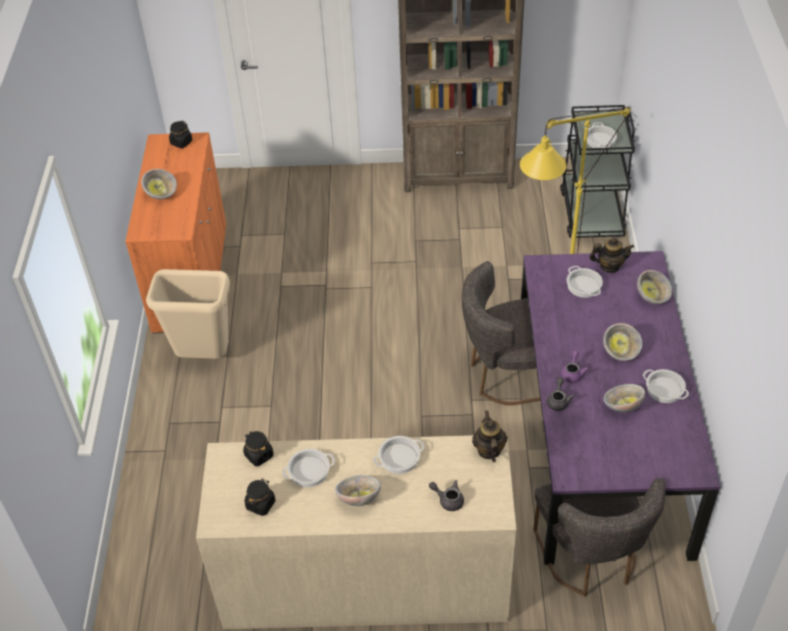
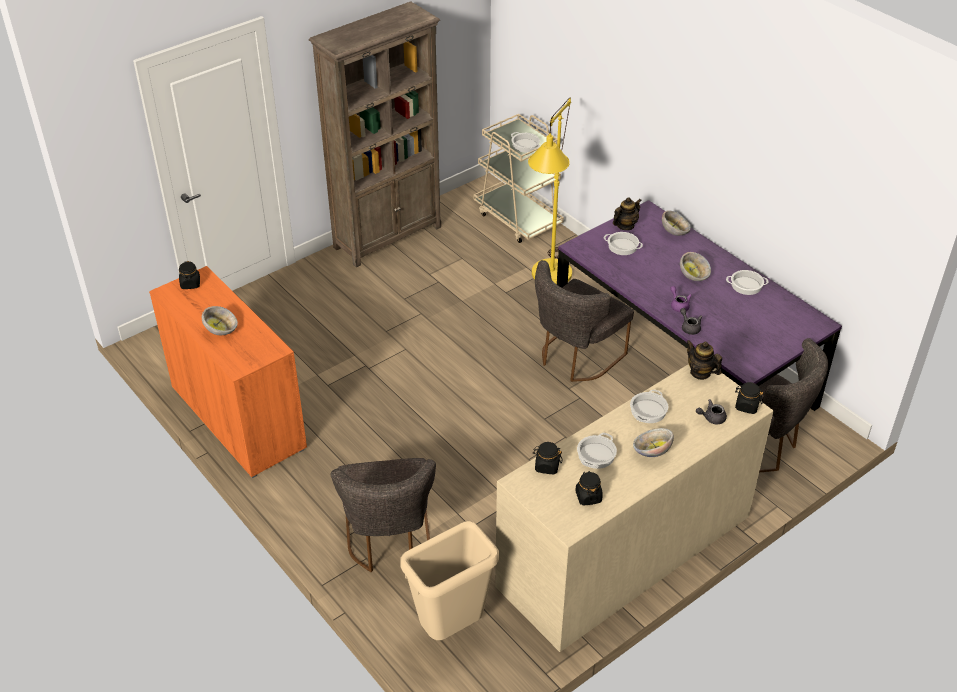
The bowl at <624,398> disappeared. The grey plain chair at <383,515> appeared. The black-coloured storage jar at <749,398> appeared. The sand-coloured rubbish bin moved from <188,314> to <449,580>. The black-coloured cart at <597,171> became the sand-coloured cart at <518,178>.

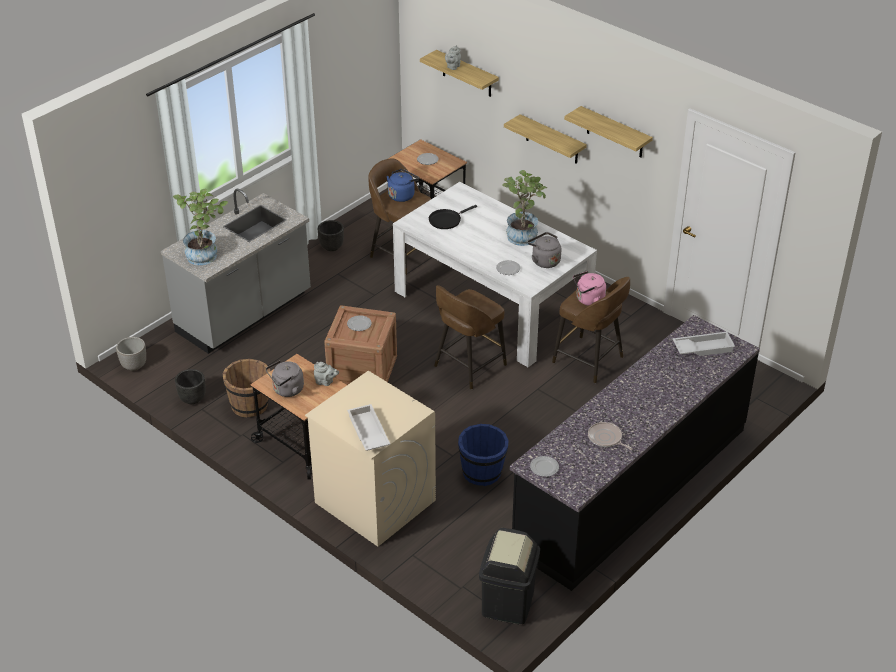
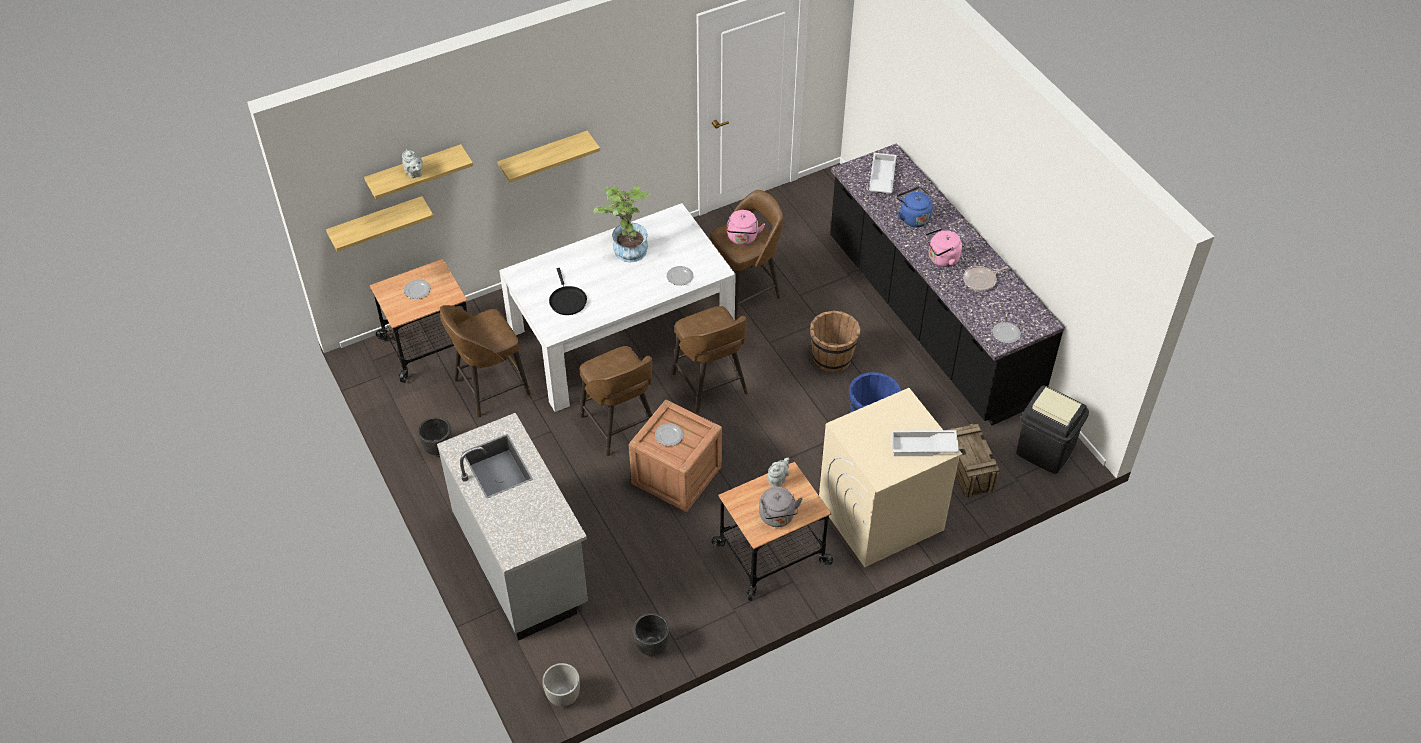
The plant in a pot at <200,227> disappeared. The grey tea kettle at <544,250> disappeared. The brown stool at <616,401> appeared. The pink tea kettle at <943,247> appeared. The crate at <974,461> appeared. The brown water bucket moved from <246,388> to <835,341>. The blue tea kettle moved from <402,185> to <914,207>. The wall shelf moved from <608,131> to <380,224>.

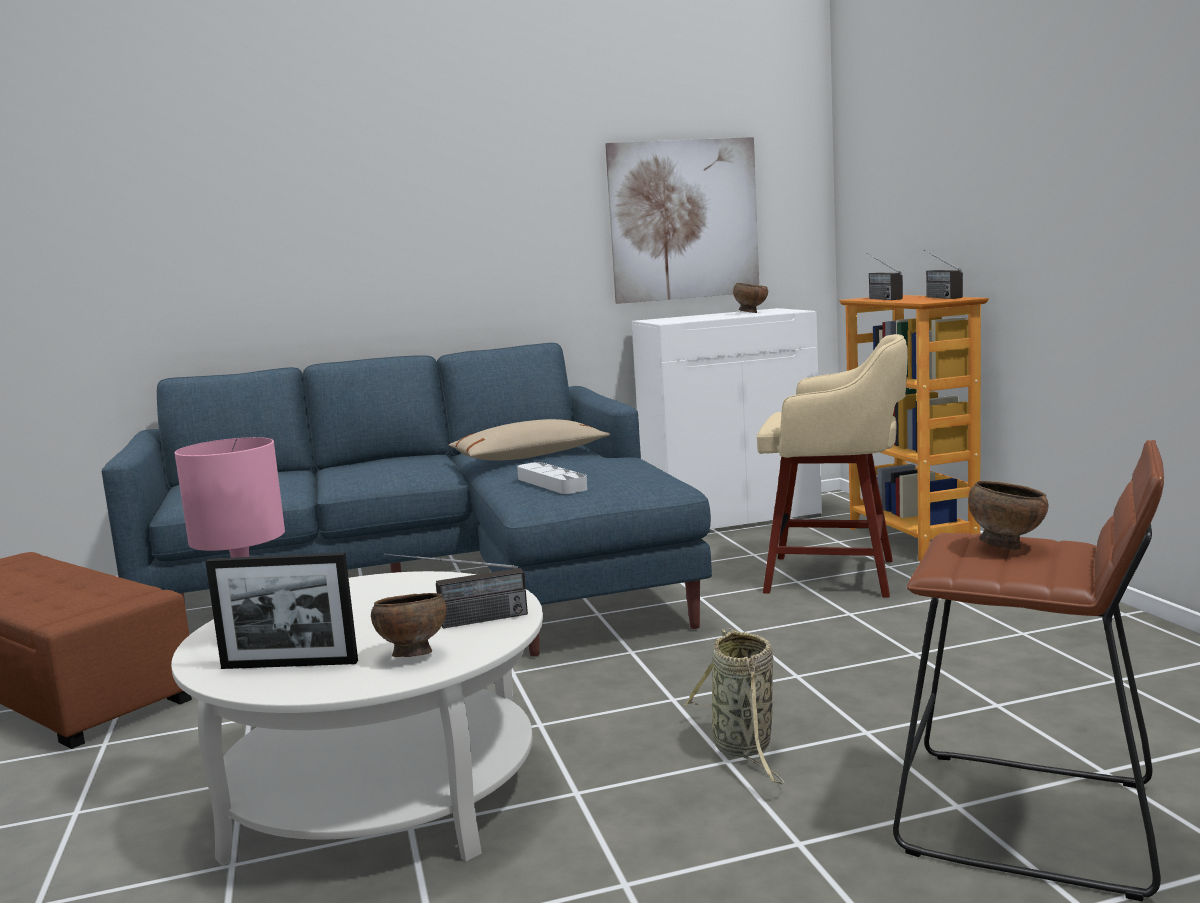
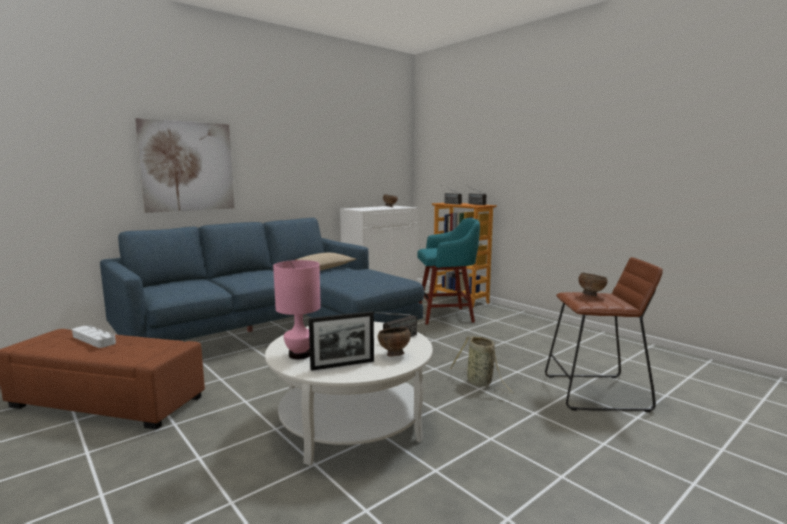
The grey serving tray moved from <552,478> to <94,336>. The wall picture moved from <682,220> to <184,165>. The sand-coloured stool at <832,466> became the turquoise stool at <448,271>.

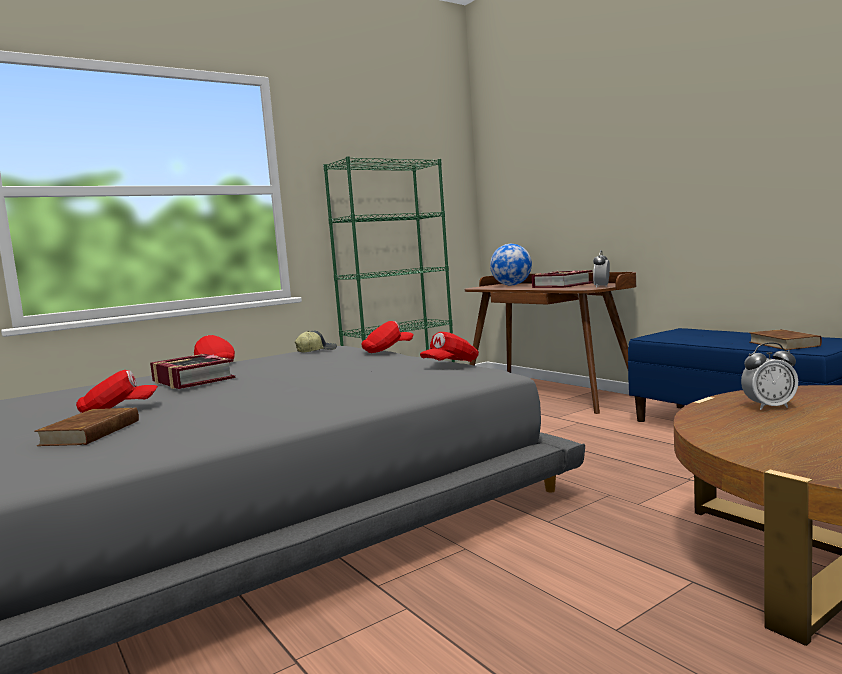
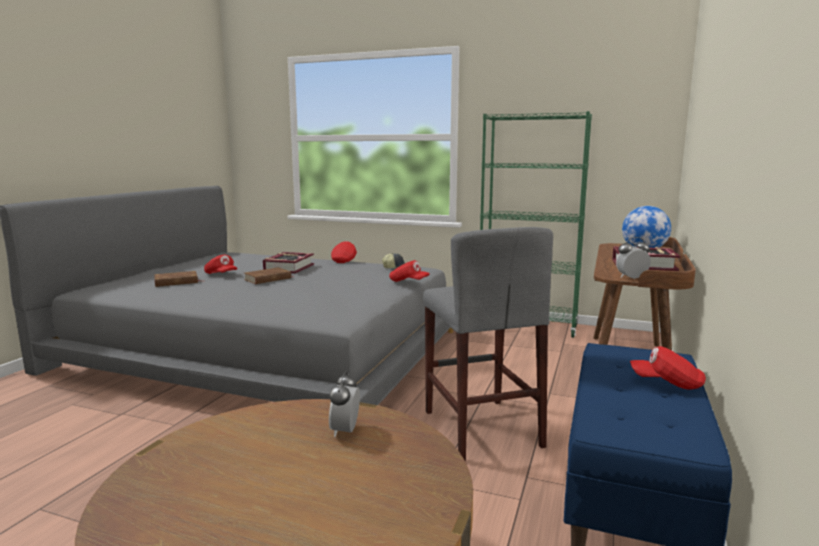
The grey stool at <488,344> appeared. The reddish baseball cap moved from <449,347> to <668,368>. The brown volume moved from <785,339> to <269,275>. The alarm clock at <769,376> turned 45 degrees clockwise.

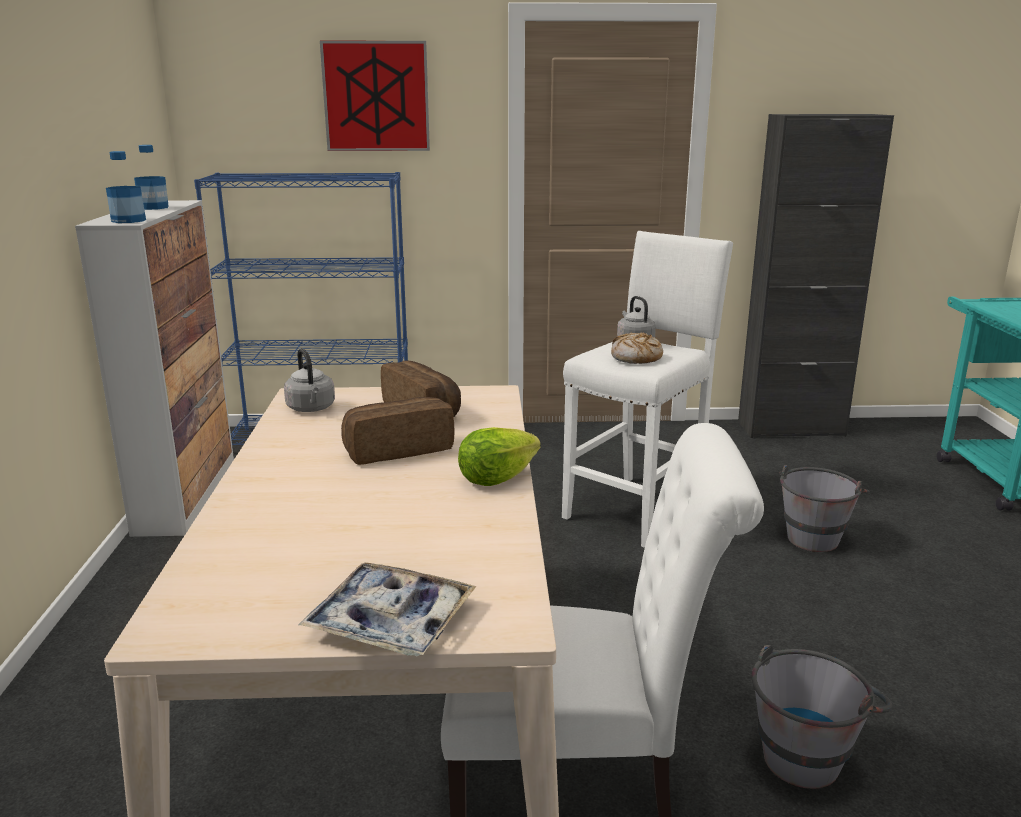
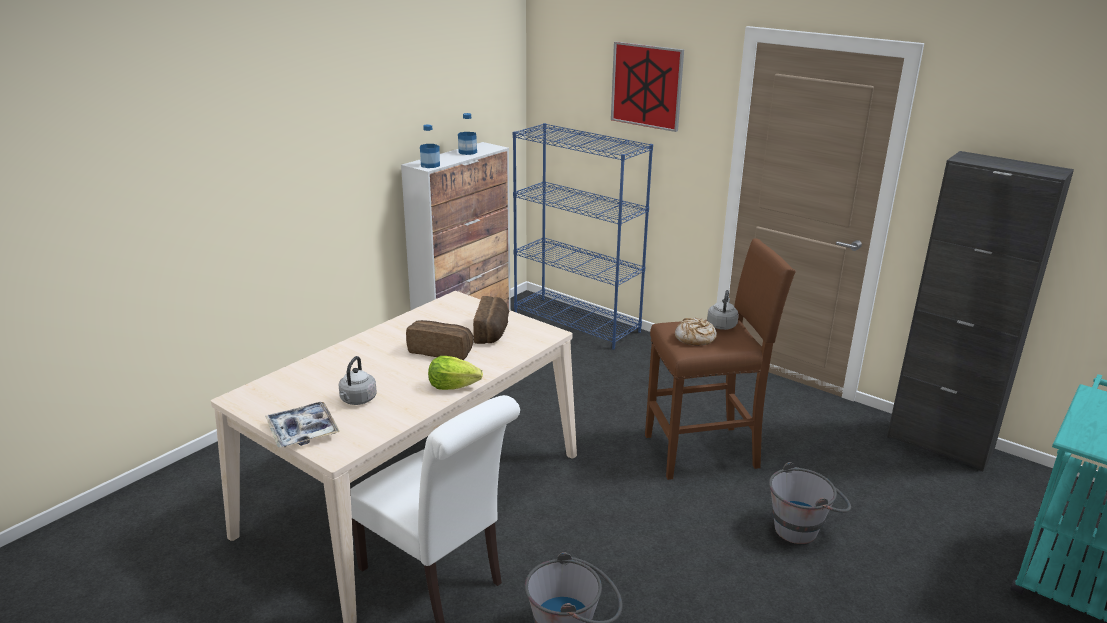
The grey tea kettle moved from <309,380> to <358,380>. The whitish stool at <647,389> became the brown stool at <720,359>.

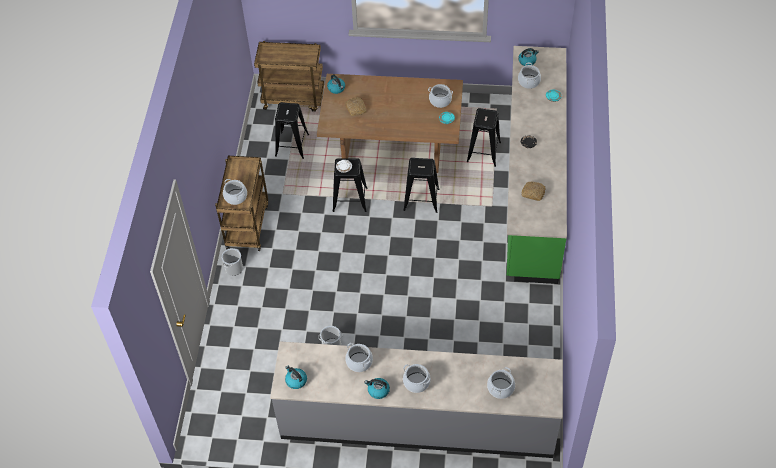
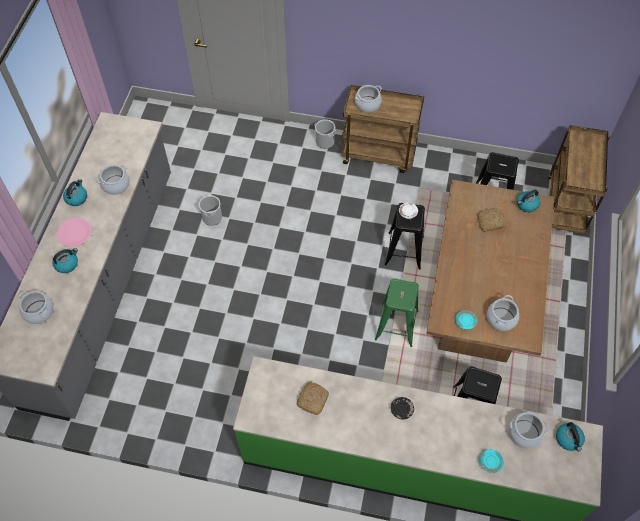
The tea kettle moved from <296,377> to <65,260>. The stockpot at <417,378> was replaced by the pink plate at <74,232>. The black-coloured stool at <421,185> became the green stool at <397,312>.

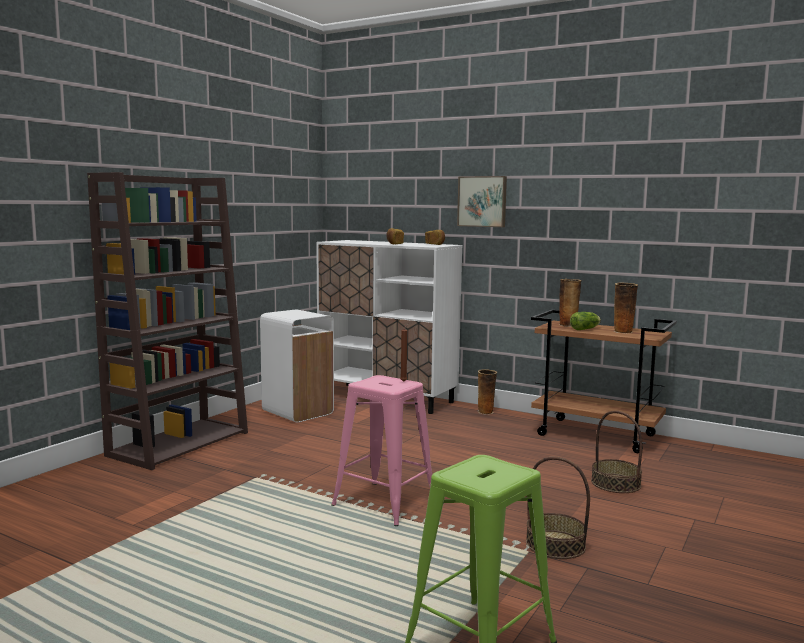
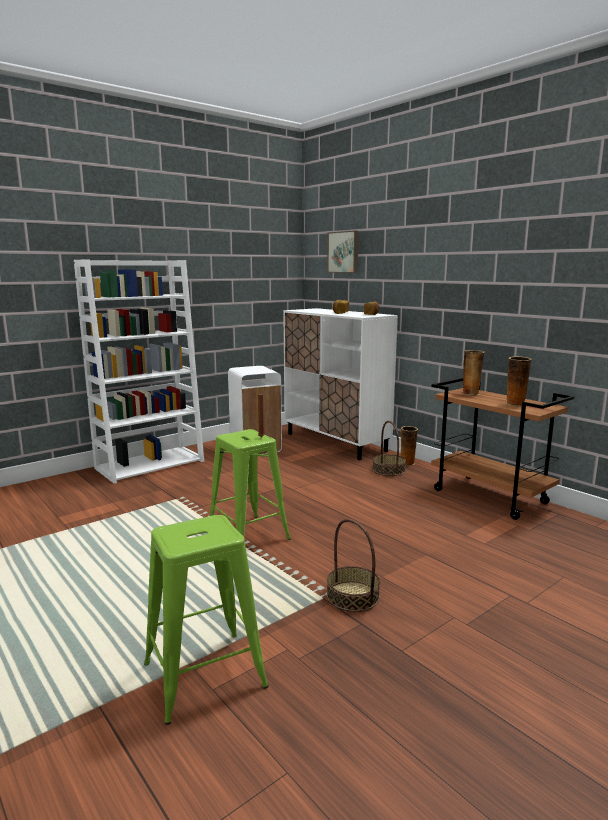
The head of lettuce at <585,321> disappeared. The wall picture moved from <482,201> to <342,252>. The storage basket moved from <616,452> to <389,448>. The brown bookcase at <167,321> became the whitish bookcase at <139,371>. The pink stool at <381,450> became the green stool at <250,484>.

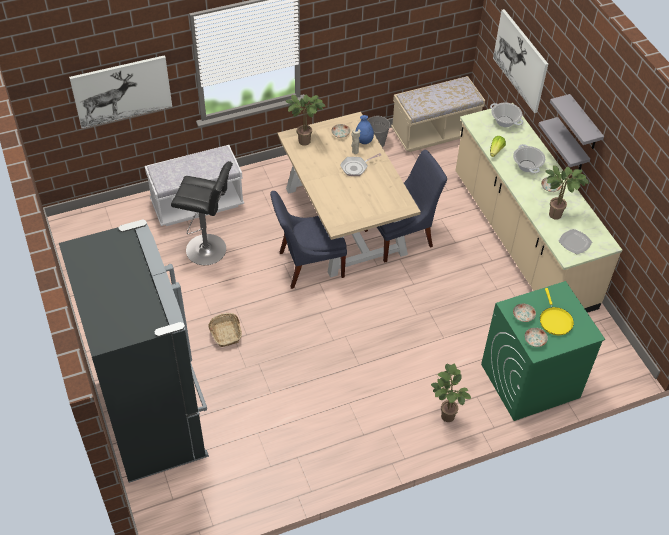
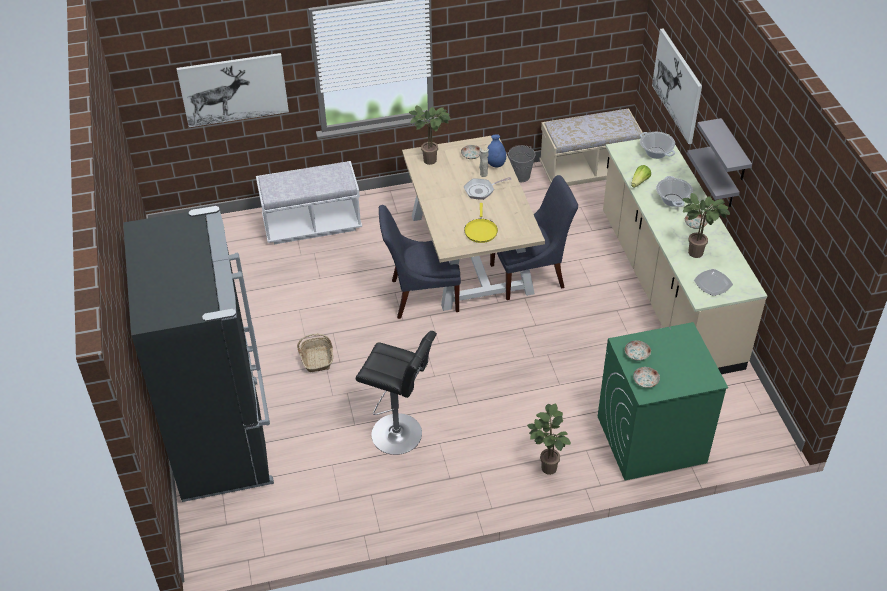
The black-coloured stool moved from <202,213> to <396,393>. The yellow skillet moved from <557,311> to <481,223>.

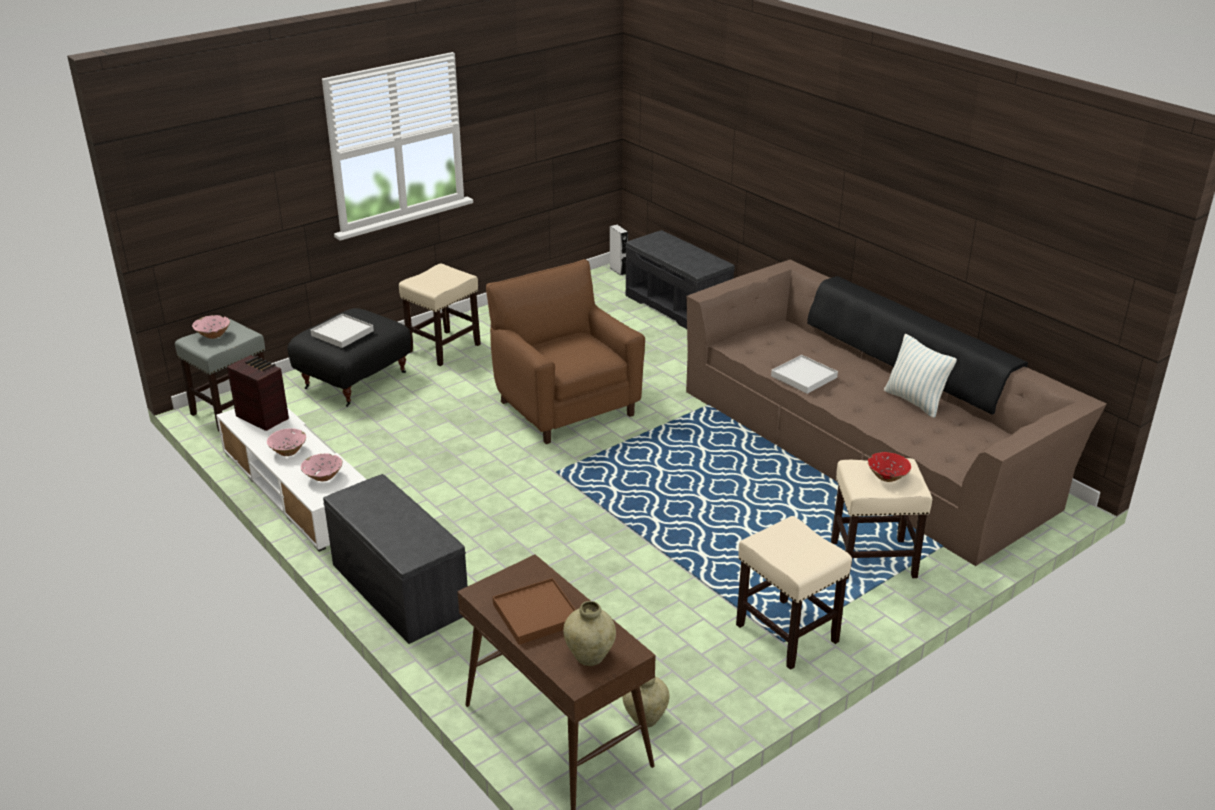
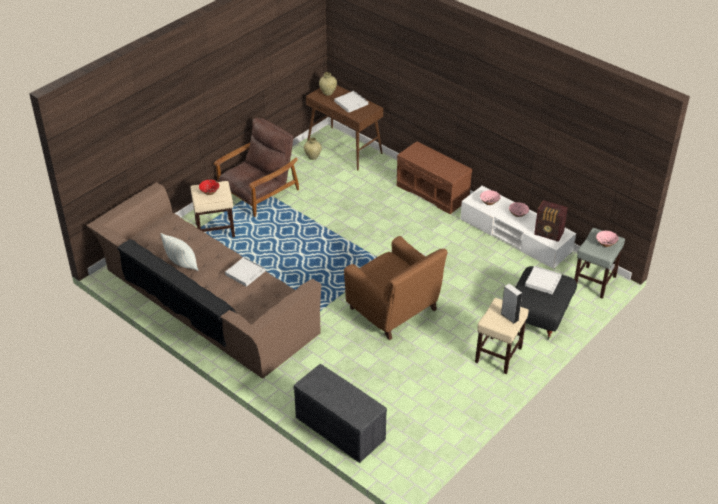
The grey speaker moved from <618,250> to <511,303>. The sand-coloured stool at <794,593> was replaced by the brown easy chair at <256,167>. The grey bench at <395,559> became the brown bench at <434,178>. The brown serving tray at <534,611> became the whitish serving tray at <351,102>.

